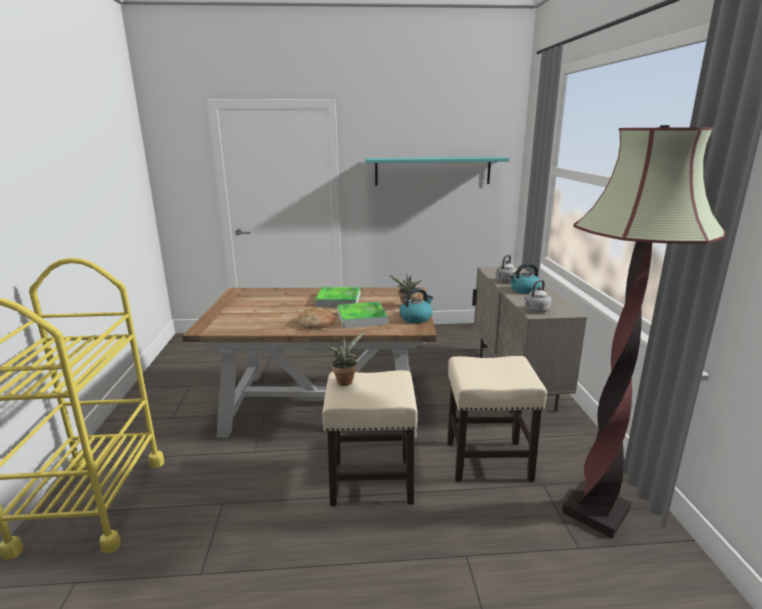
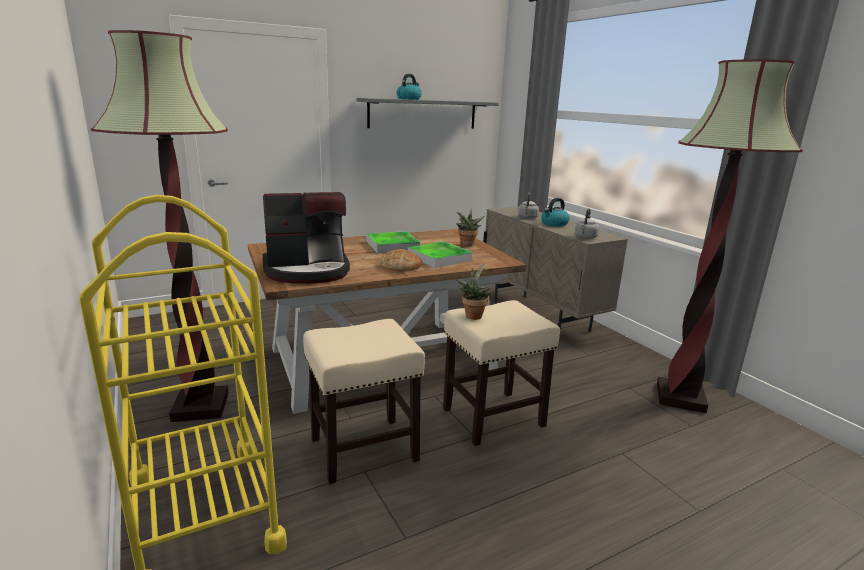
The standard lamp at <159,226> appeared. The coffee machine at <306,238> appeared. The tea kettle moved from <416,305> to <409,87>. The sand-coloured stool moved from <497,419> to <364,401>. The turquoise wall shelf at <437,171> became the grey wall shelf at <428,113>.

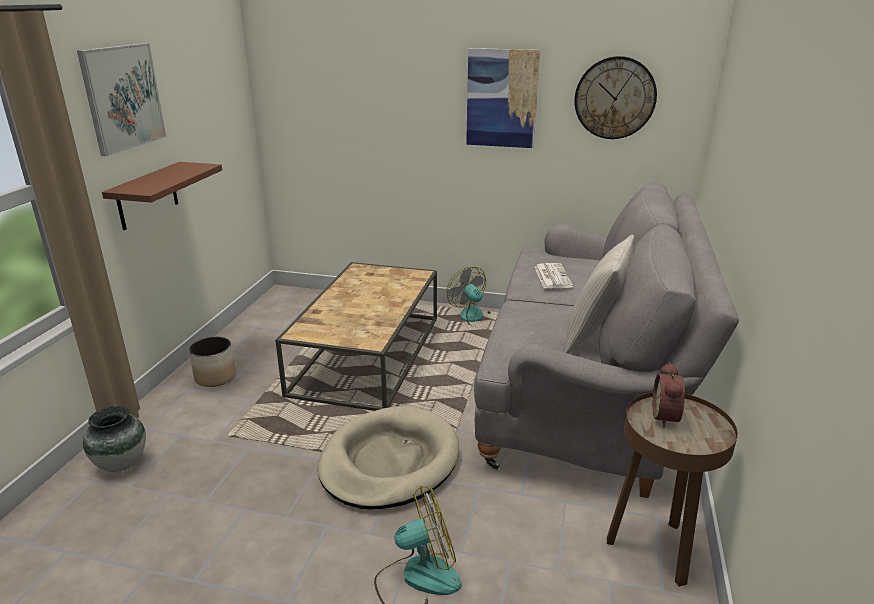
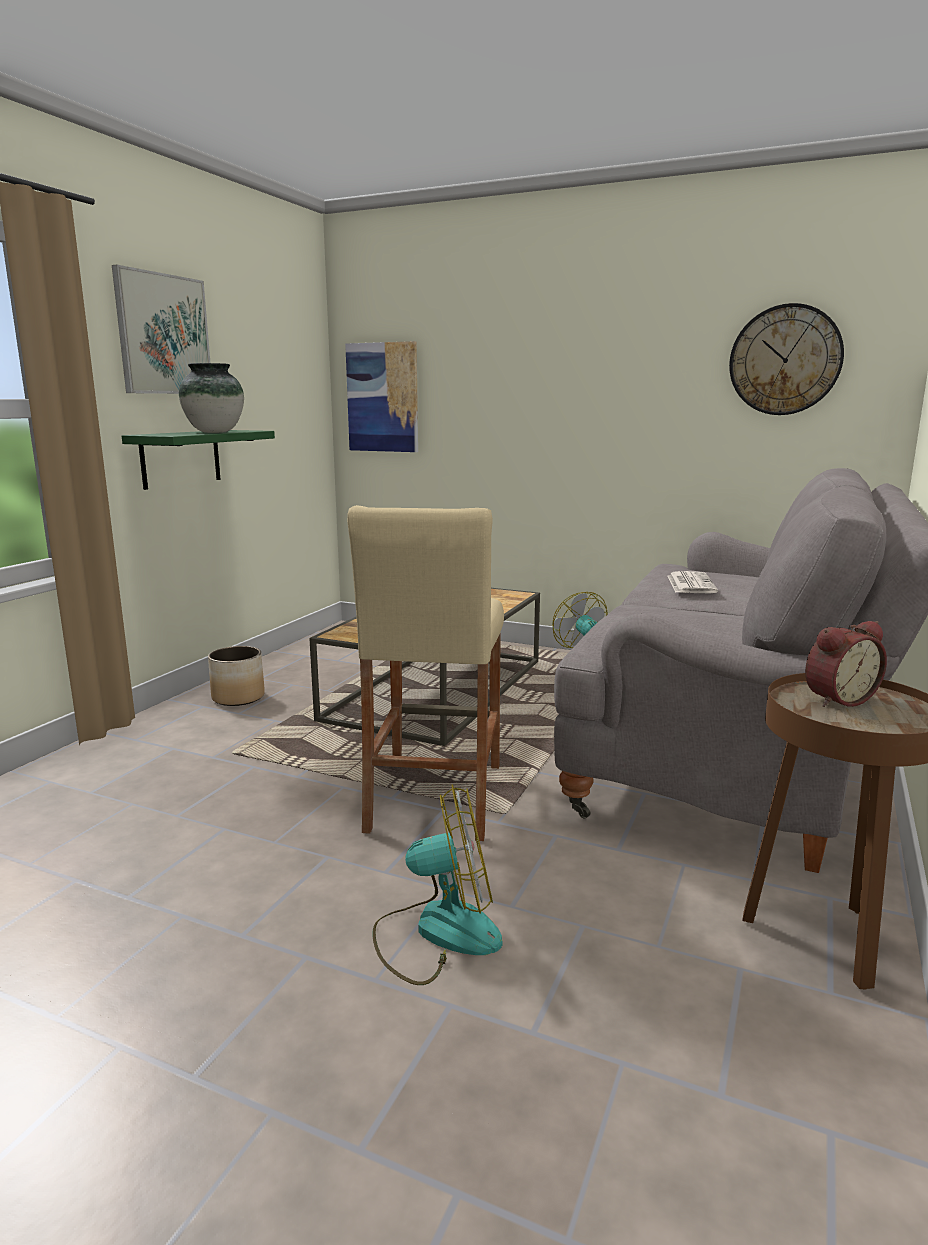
The sand-coloured pillow at <599,293> disappeared. The flower vase moved from <114,439> to <211,398>. The wall picture moved from <503,98> to <381,396>. The sand-coloured dog cushion at <388,458> was replaced by the sand-coloured stool at <425,673>. The brown wall shelf at <162,196> became the green wall shelf at <198,460>. The alarm clock at <669,394> turned 135 degrees counterclockwise.

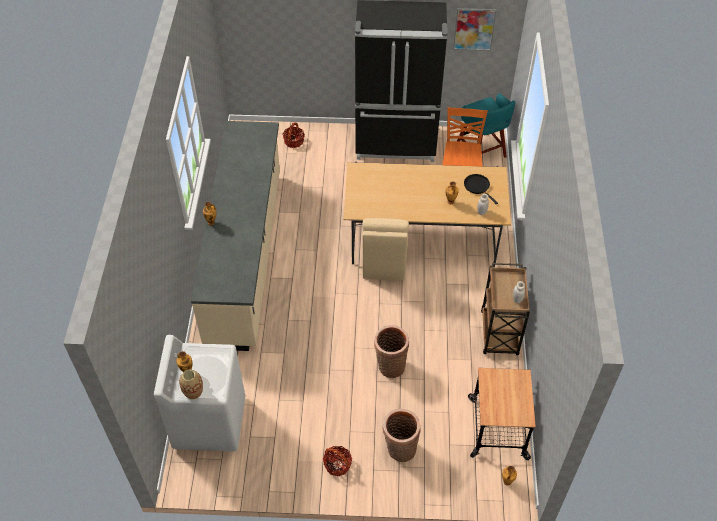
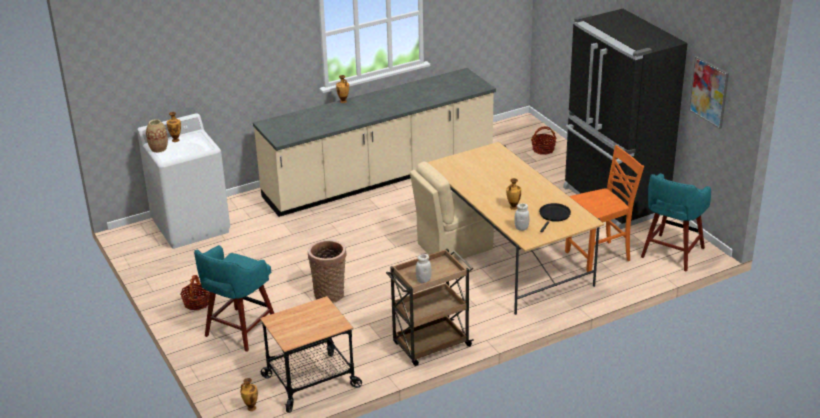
The storage basket at <401,435> was replaced by the turquoise stool at <234,298>.

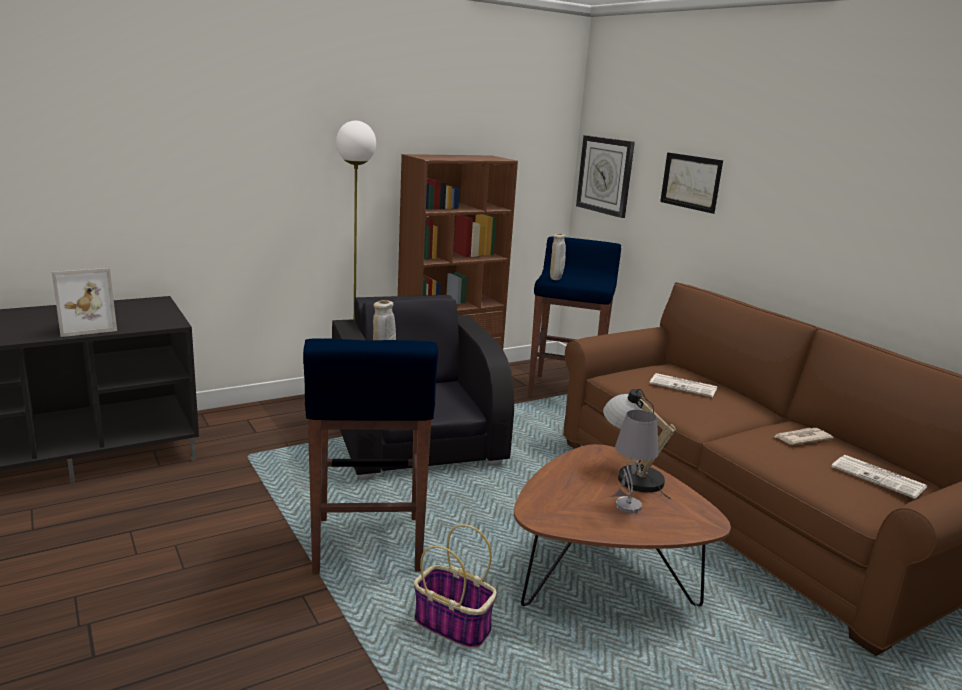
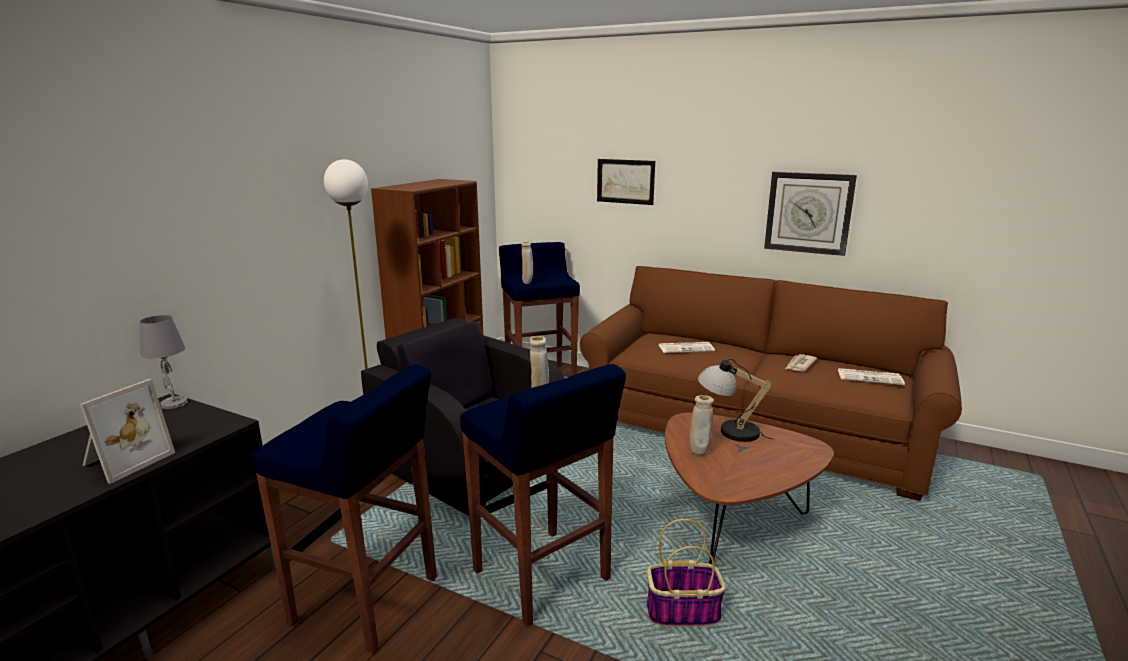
The blue stool at <344,509> appeared. The sand-coloured flower vase at <702,425> appeared. The clock on the wall moved from <605,176> to <810,214>. The grey lamp for a table moved from <637,461> to <164,362>.

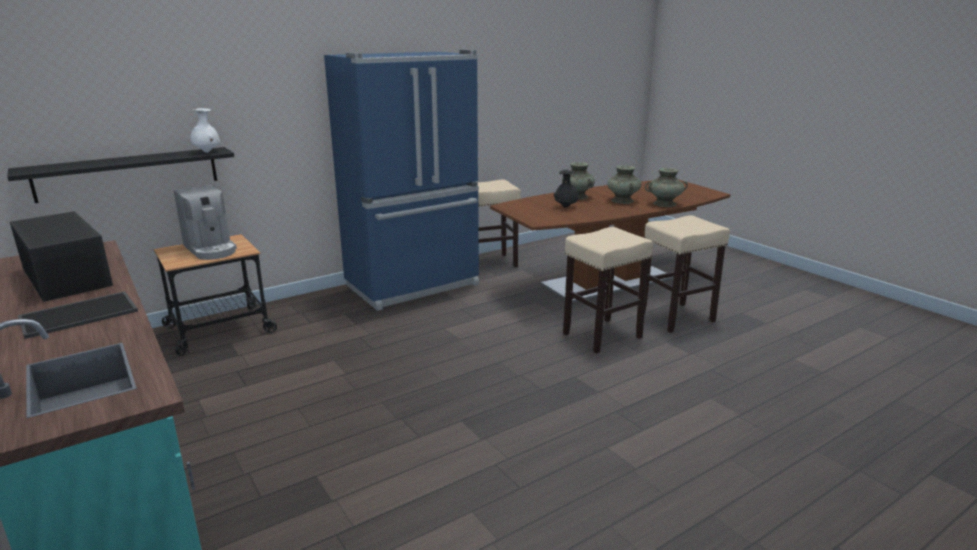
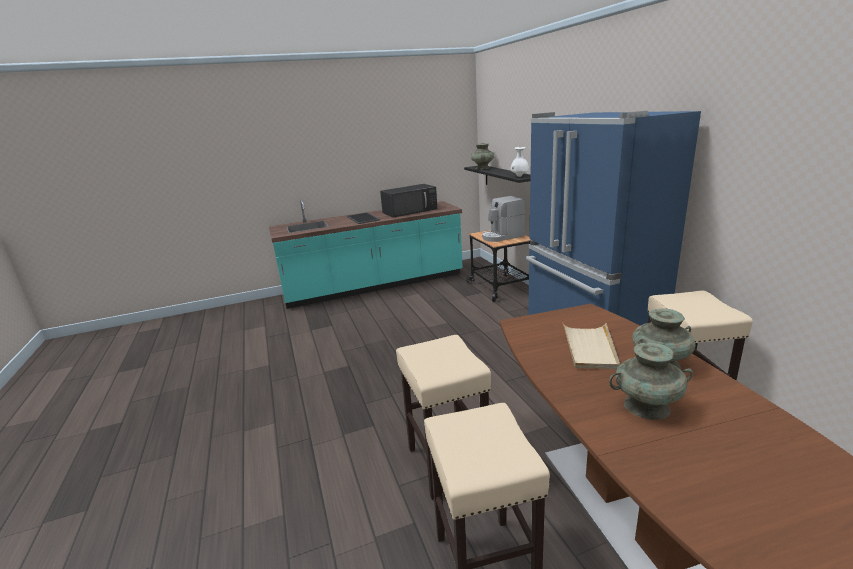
The turquoise flower vase moved from <666,187> to <482,156>. The black-coloured flower vase at <566,189> was replaced by the sand-coloured serving tray at <591,345>.

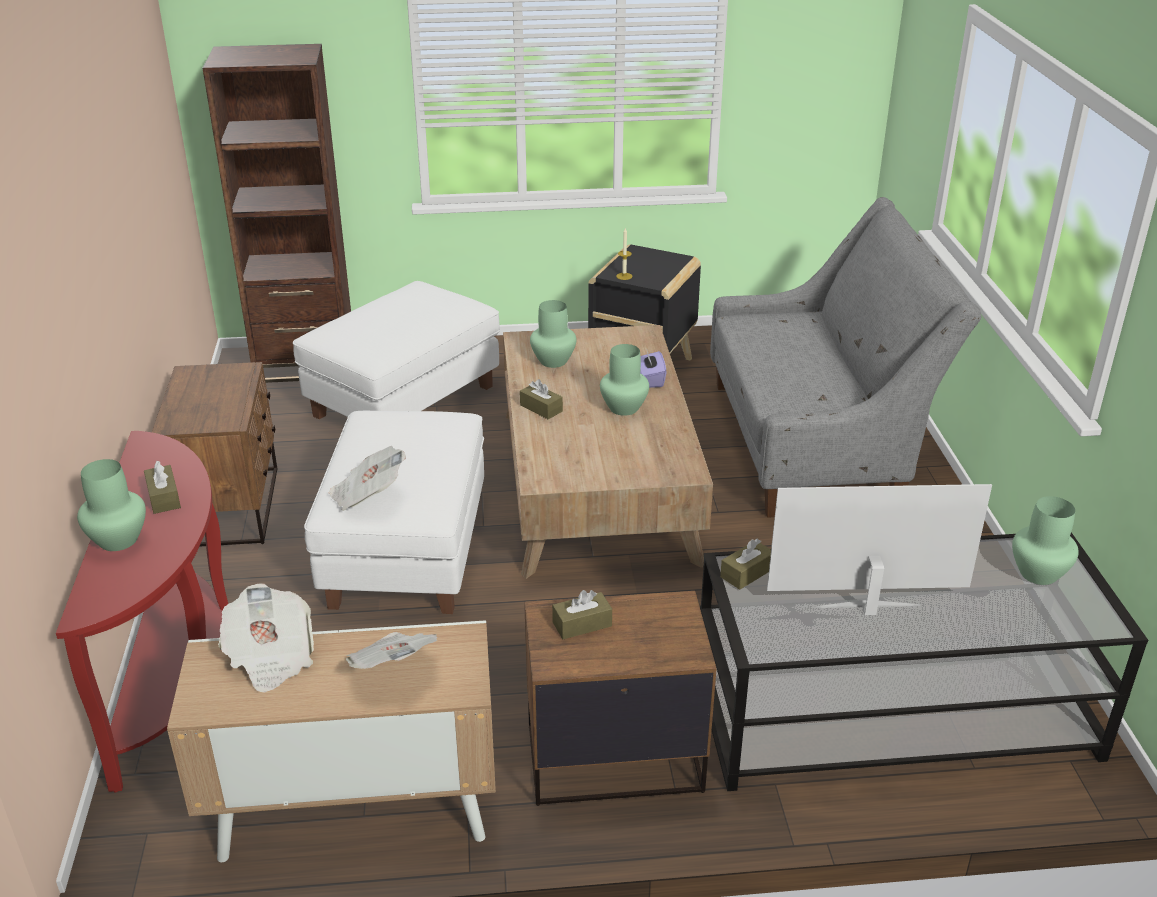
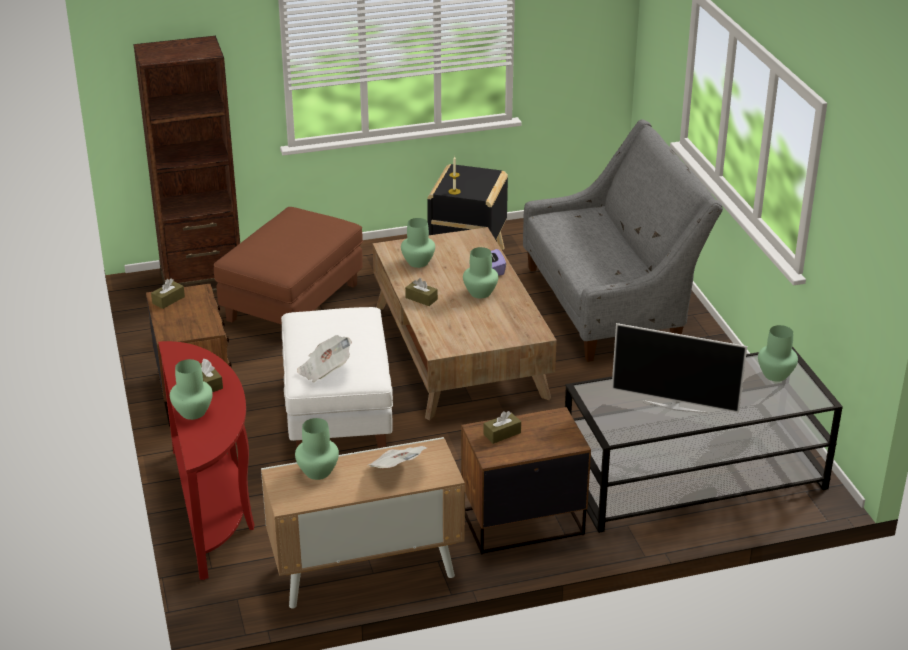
The brown tissue box moved from <745,564> to <168,293>. The daily paper at <266,638> was replaced by the green flower vase at <317,449>. The whitish footrest at <396,350> became the brown footrest at <288,266>. The TV set at <879,549> turned 150 degrees counterclockwise.

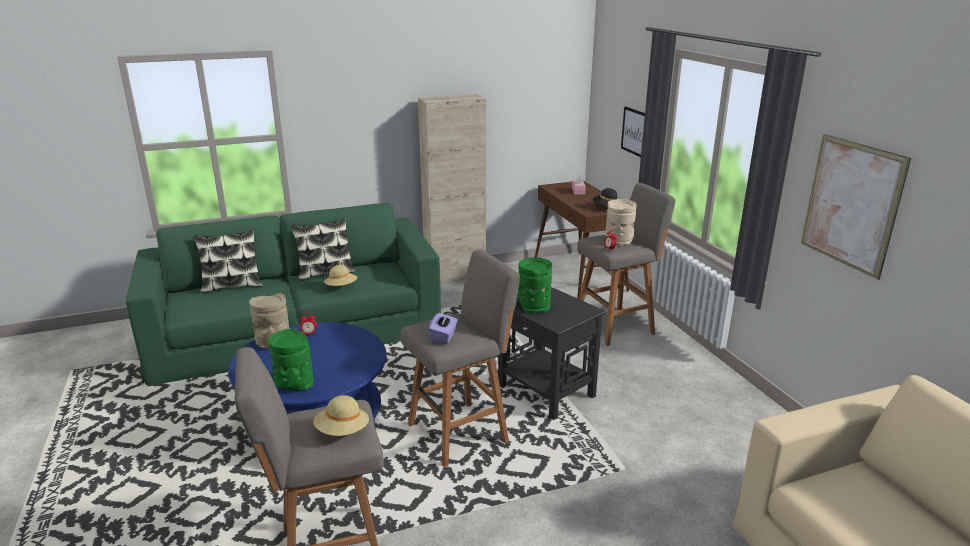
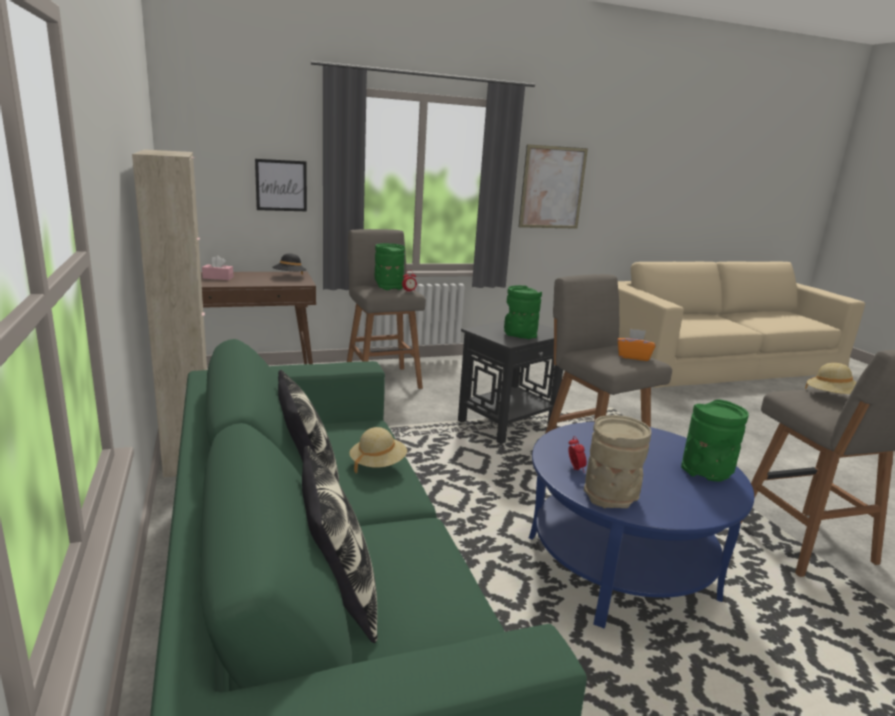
The purplish tissue box at <443,328> became the orangey tissue box at <636,345>. The sand-coloured flower vase at <621,222> became the green flower vase at <390,266>.

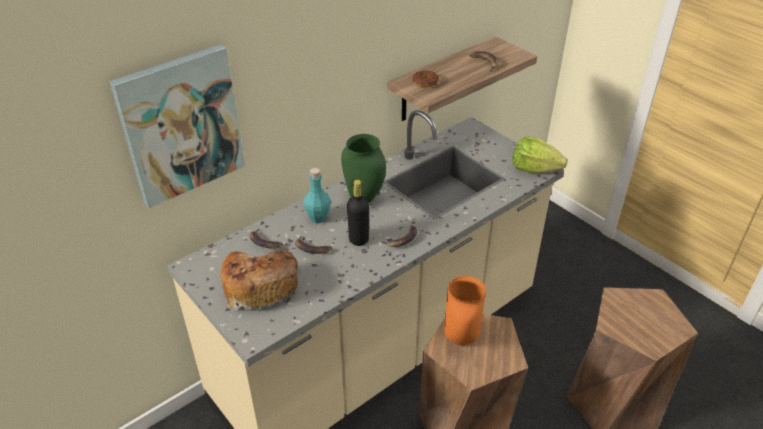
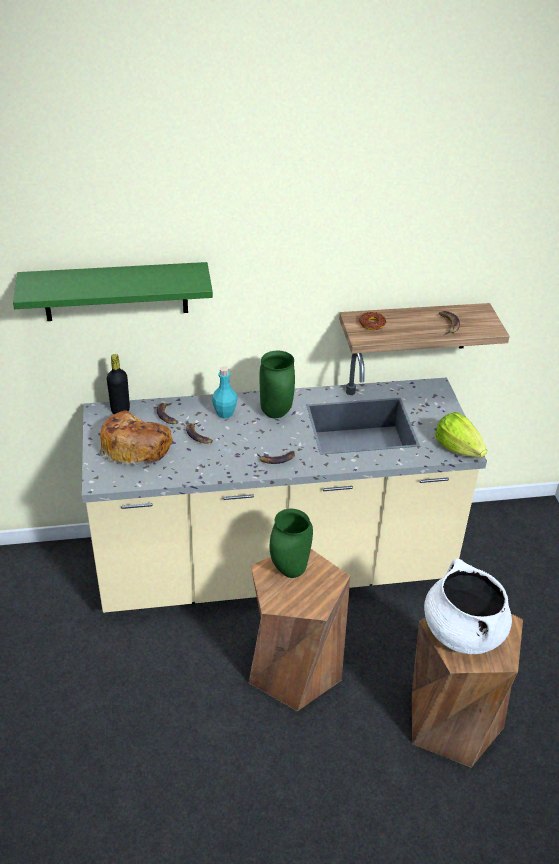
The whitish stockpot at <468,606> appeared. The black-coloured bottle moved from <358,213> to <118,384>. The wall picture at <177,126> was replaced by the green wall shelf at <113,291>. The orangey flower vase at <465,311> became the green flower vase at <291,543>.

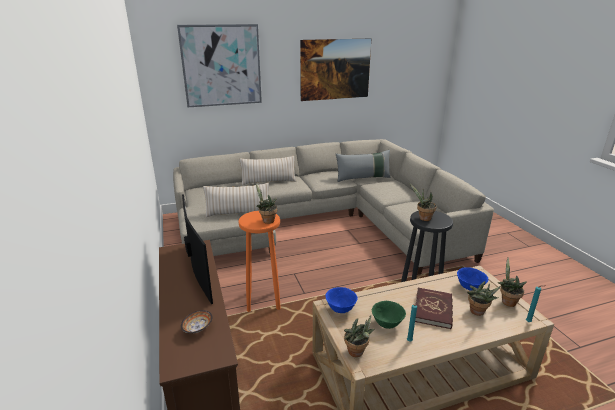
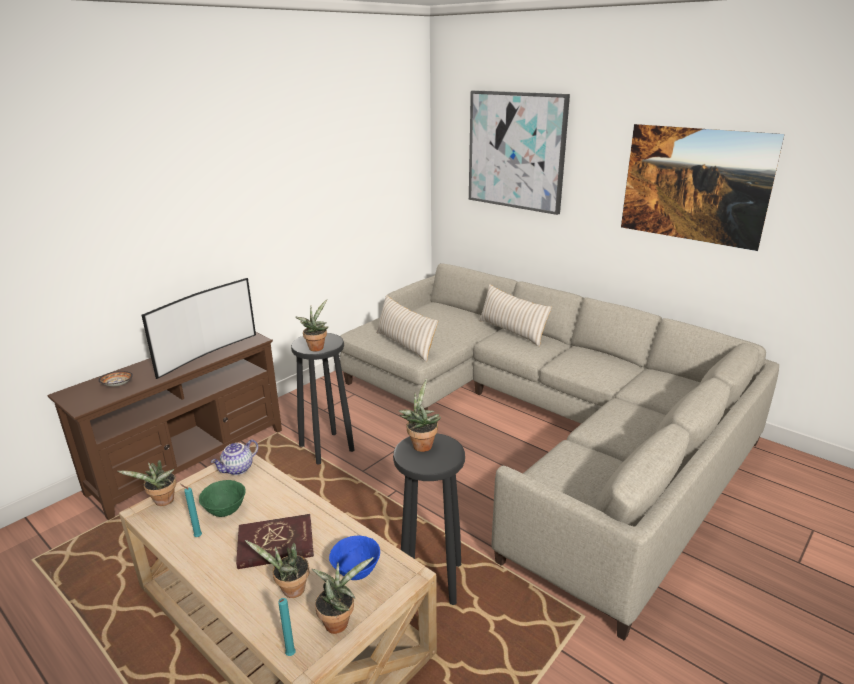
The grey pillow at <363,166> disappeared. The blue bowl at <341,300> was replaced by the teapot at <234,457>. The orangey stool at <259,261> became the black-coloured stool at <322,399>.

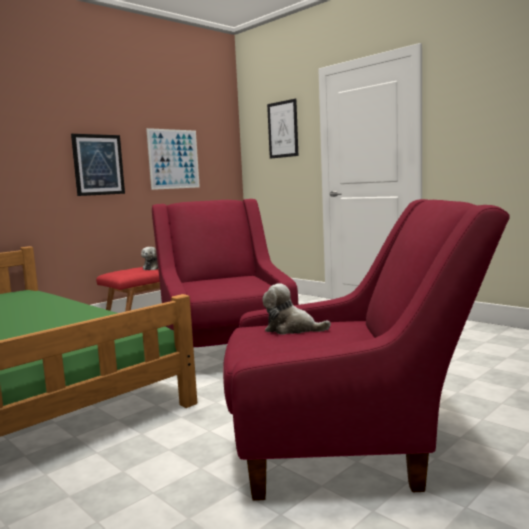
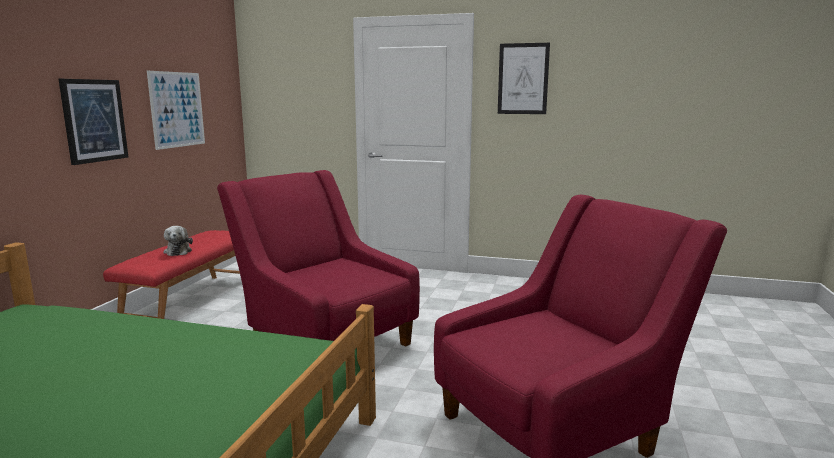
The soft toy at <296,309> disappeared. The wall picture moved from <282,129> to <524,78>.

